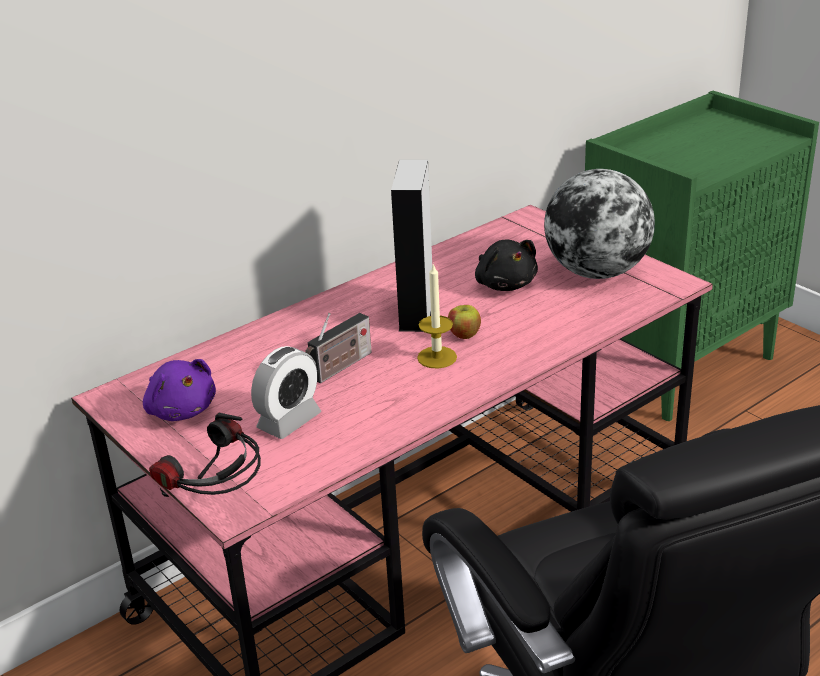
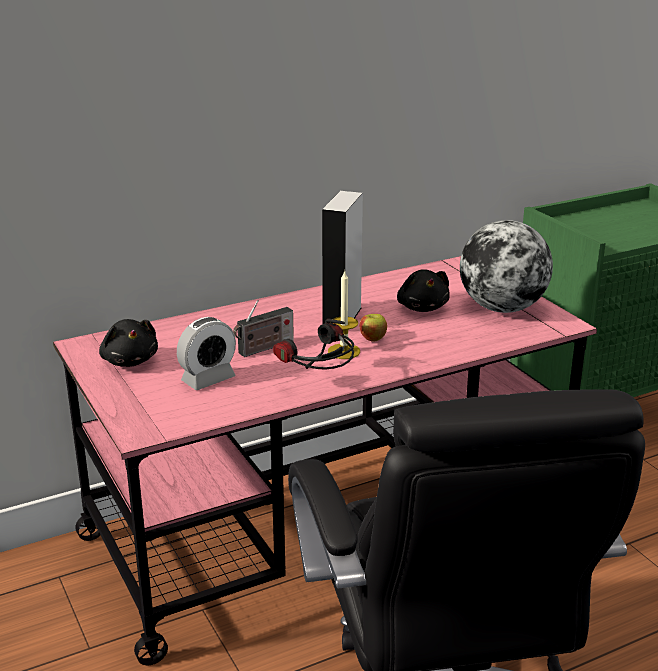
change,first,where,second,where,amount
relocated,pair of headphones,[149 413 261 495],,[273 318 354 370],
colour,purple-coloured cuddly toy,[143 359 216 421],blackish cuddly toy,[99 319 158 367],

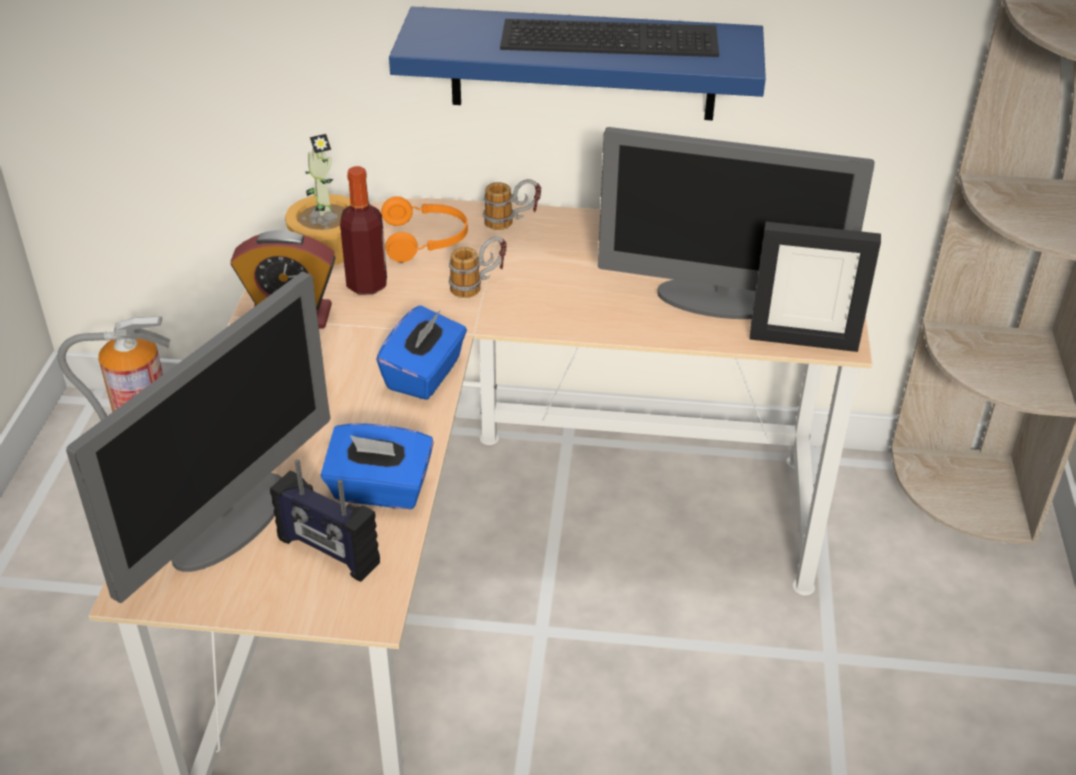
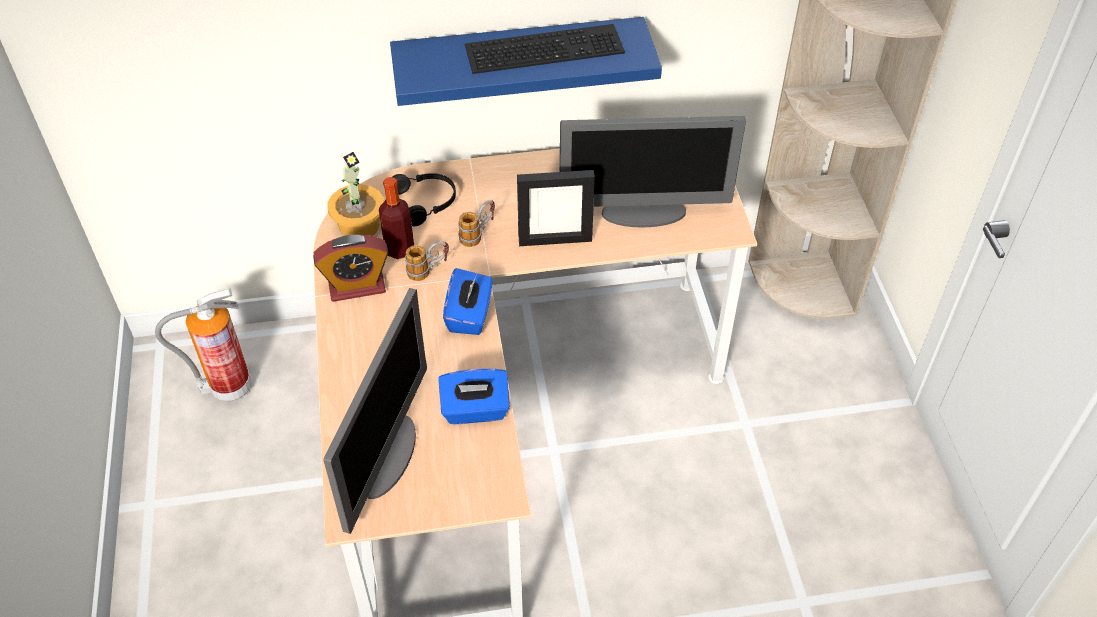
change,first,where,second,where,amount
missing,radio set,[270 459 380 582],,,
relocated,coffee mug,[483 179 541 230],,[405 241 449 281],
relocated,standing frame,[749 222 881 352],,[517 170 595 246],
colour,orange-coloured pair of headphones,[381 196 468 262],blackish pair of headphones,[393 173 456 226],

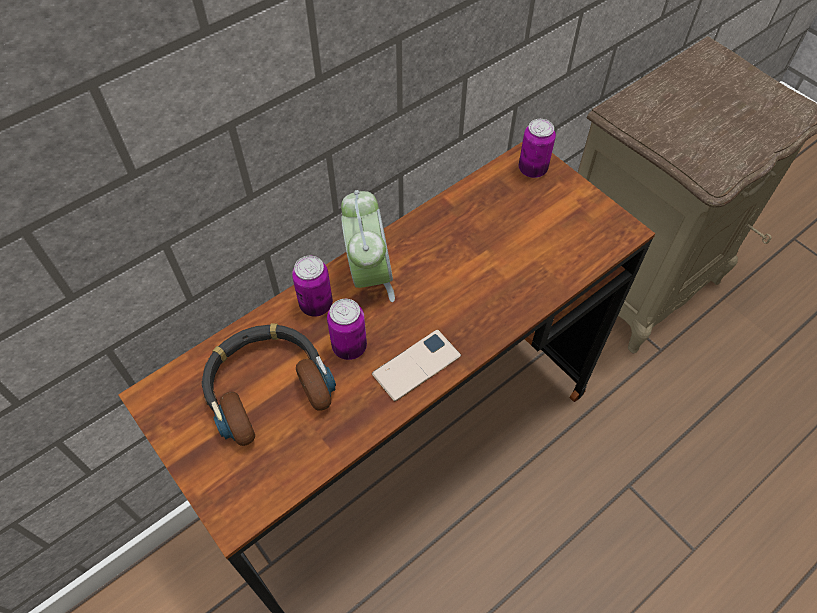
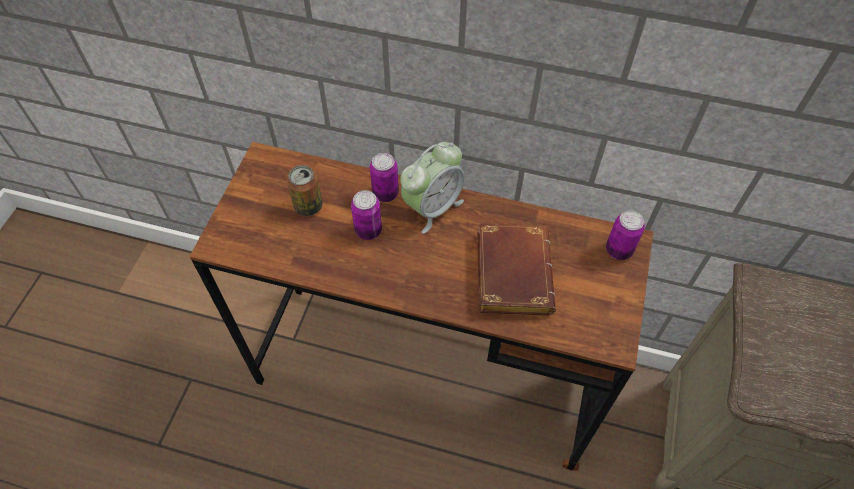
change,first,where,second,where,amount
missing,telephone,[372 330 461 402],,,
appeared,,,brownish bound book,[477 223 556 316],
exchanged,pair of headphones,[202 323 336 446],can,[287 165 323 216],

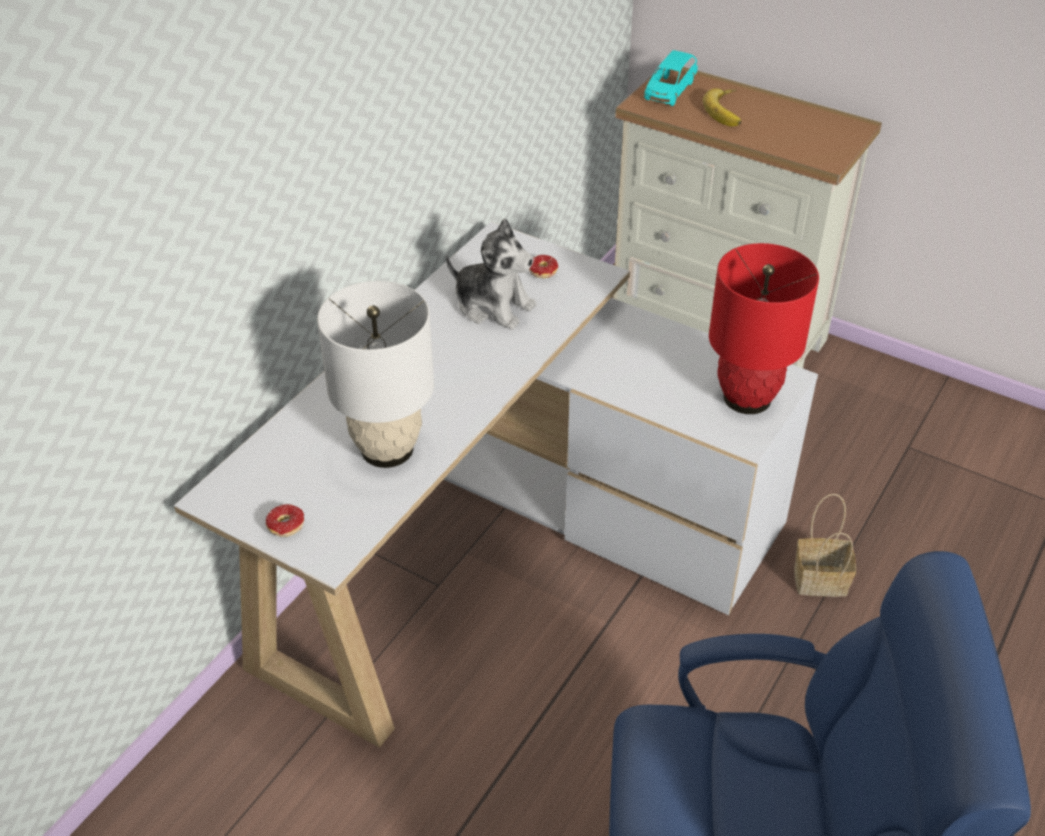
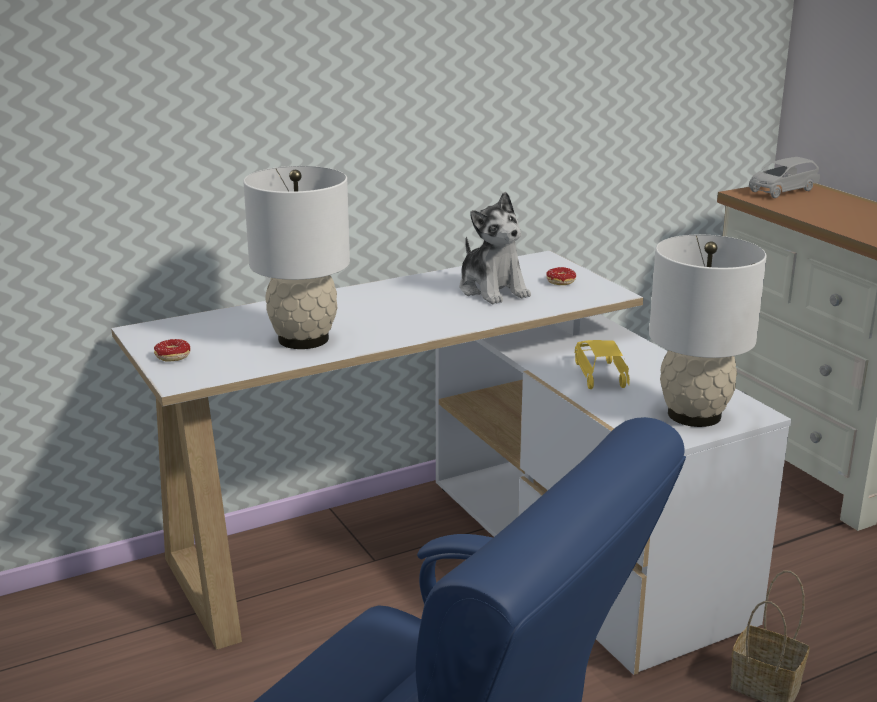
change,first,where,second,where,amount
missing,whole banana,[703 88 742 127],,,
appeared,,,yellow-coloured model car,[575 340 630 389],
colour,turquoise model car,[644 50 698 106],greyish model car,[749 157 820 198],
colour,red lamp for a table,[709 243 819 414],white-coloured lamp for a table,[649 235 767 427],

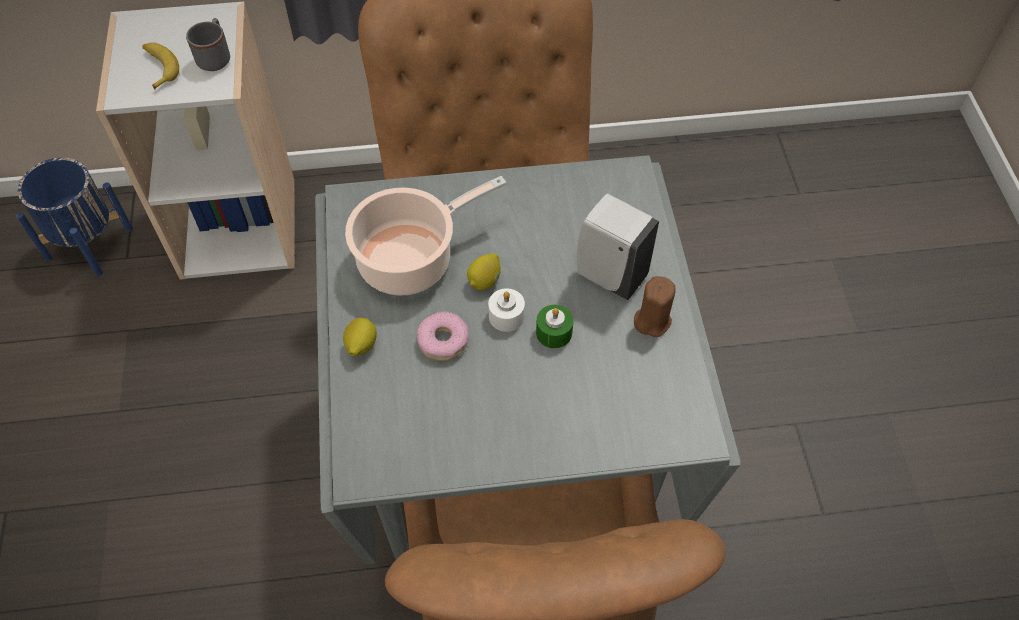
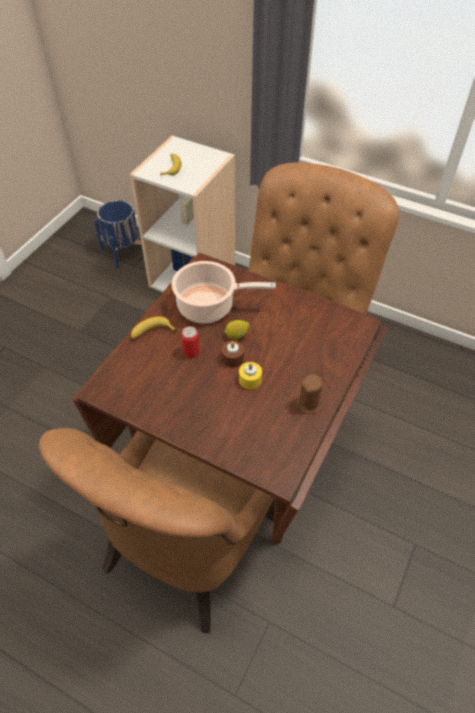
change,first,where,second,where,amount
missing,greyish coffee mug,[186 18 230 71],,,
missing,white-coloured soap dispenser,[577 193 659 300],,,
exchanged,whole lemon,[343 318 377 356],whole banana,[130 316 177 339],
exchanged,doughnut,[417 311 469 361],can,[181 326 200 358],
colour,greyish kitchen table,[315 155 741 564],brownish kitchen table,[73 253 387 544],
colour,white-coloured wax candle,[488 288 525 332],brownish wax candle,[222 341 244 367],
colour,greenish wax candle,[536 305 573 348],yellow-coloured wax candle,[239 362 262 389],

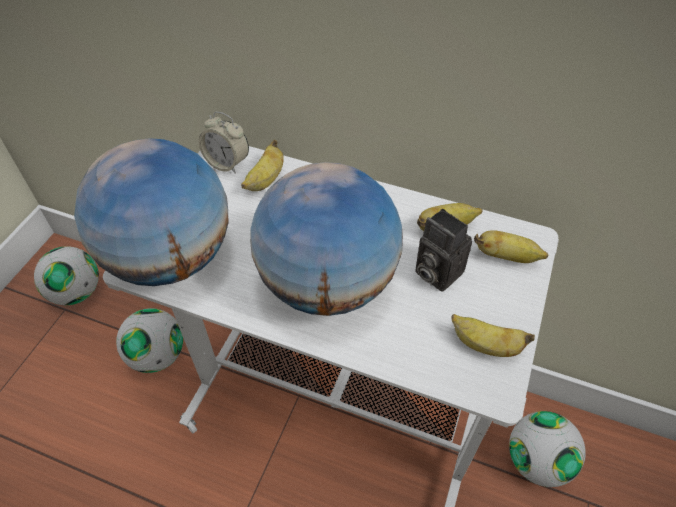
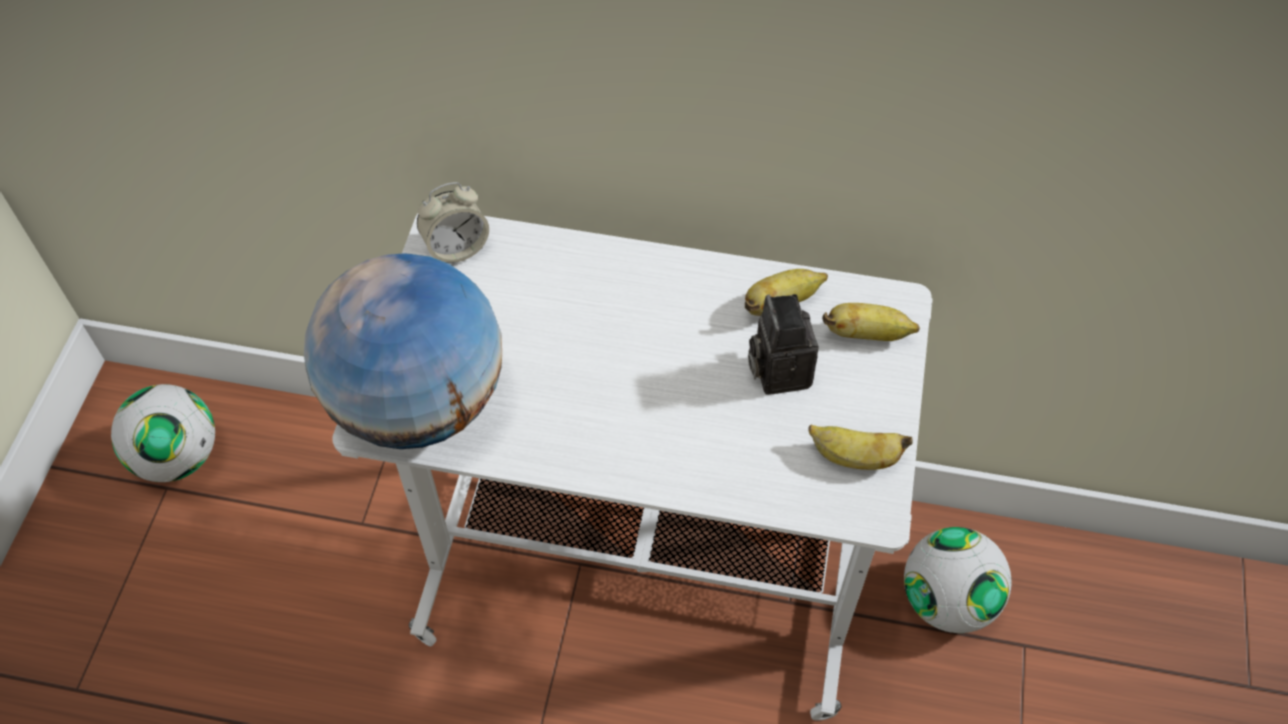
change,first,where,second,where,amount
missing,football,[116 308 183 373],,,
missing,whole banana,[241 140 284 191],,,
missing,desk globe,[250 162 403 316],,,
spun,bedside clock,[199 112 249 174],,[417 182 489 263],45 degrees counterclockwise
spun,photo camera,[415 209 472 292],,[748 294 819 395],45 degrees clockwise

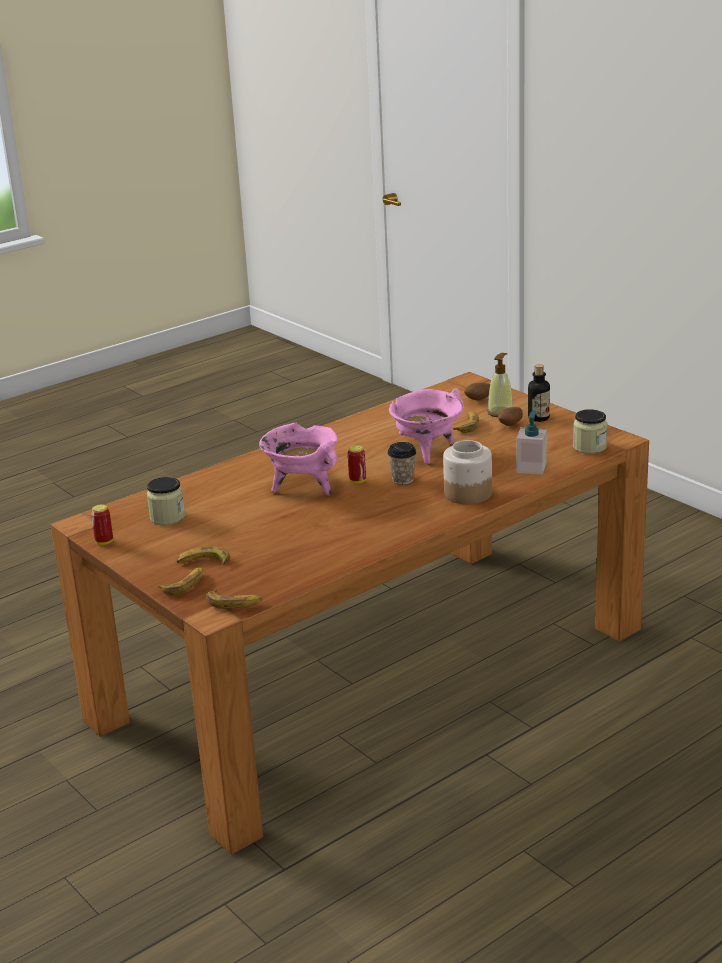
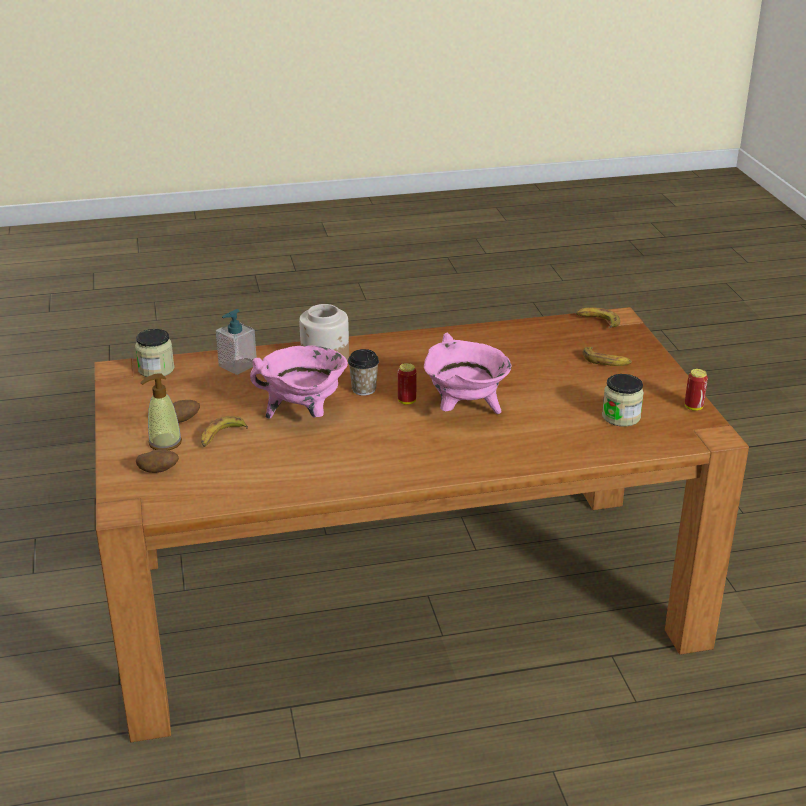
change,first,where,second,where,amount
missing,whole banana,[158 568 203 595],,,
missing,drink bottle,[528 364 550 422],,,

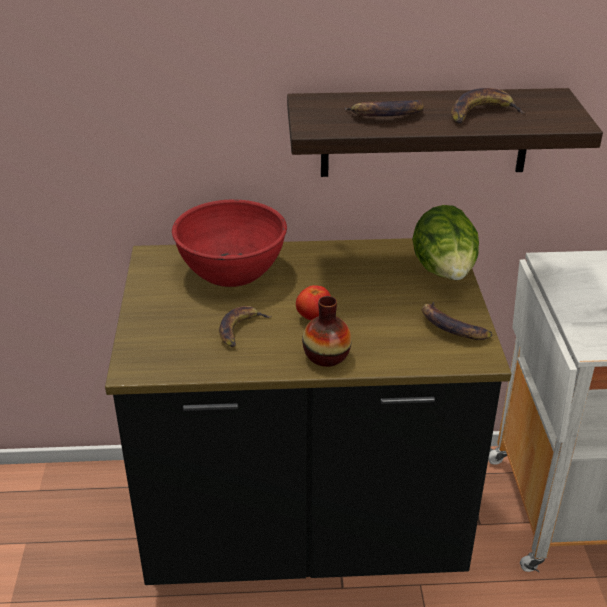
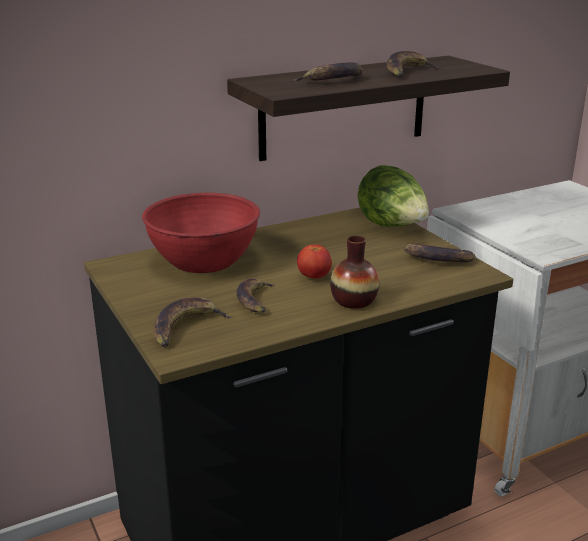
change,first,where,second,where,amount
appeared,,,whole banana,[153 297 233 347],

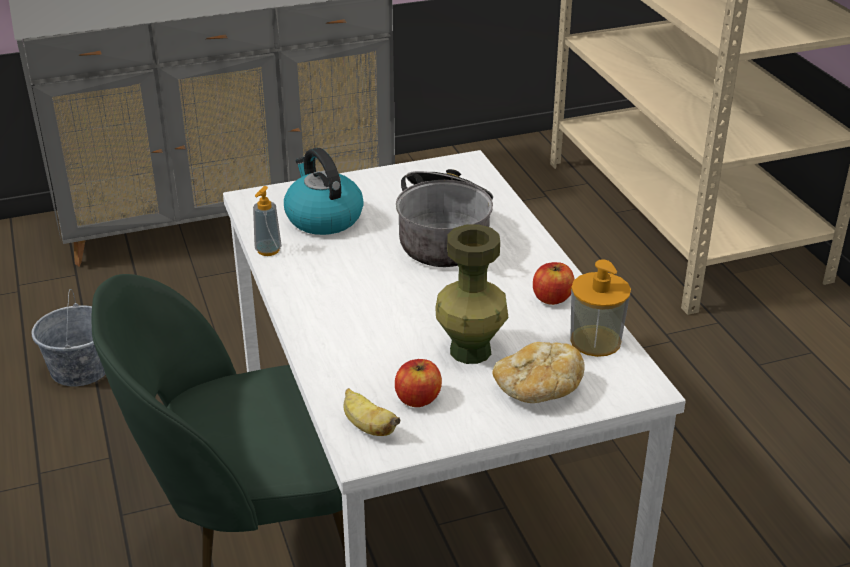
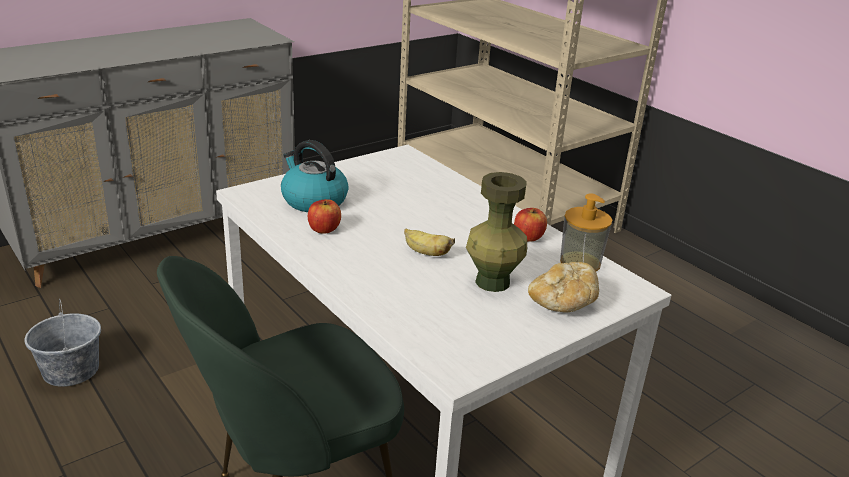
change,first,where,second,where,amount
missing,soap dispenser,[253 186 282 256],,,
missing,cooking pot,[396 169 493 267],,,
relocated,whole banana,[343 388 400 436],,[404 229 455 256],
relocated,apple,[395 359 442 407],,[308 199 341 234],

